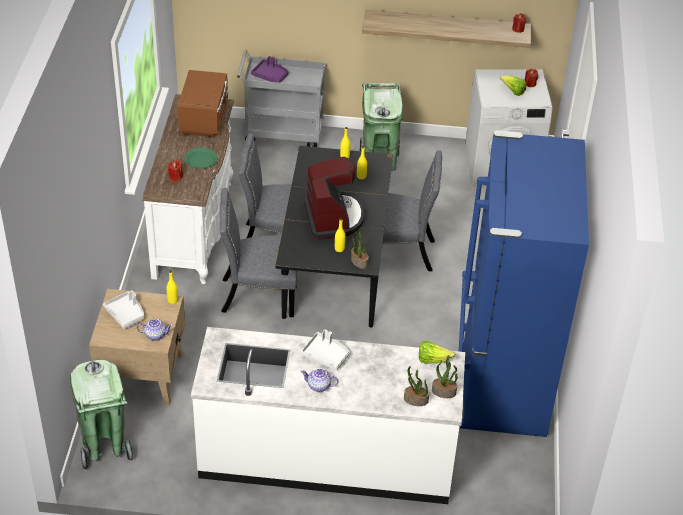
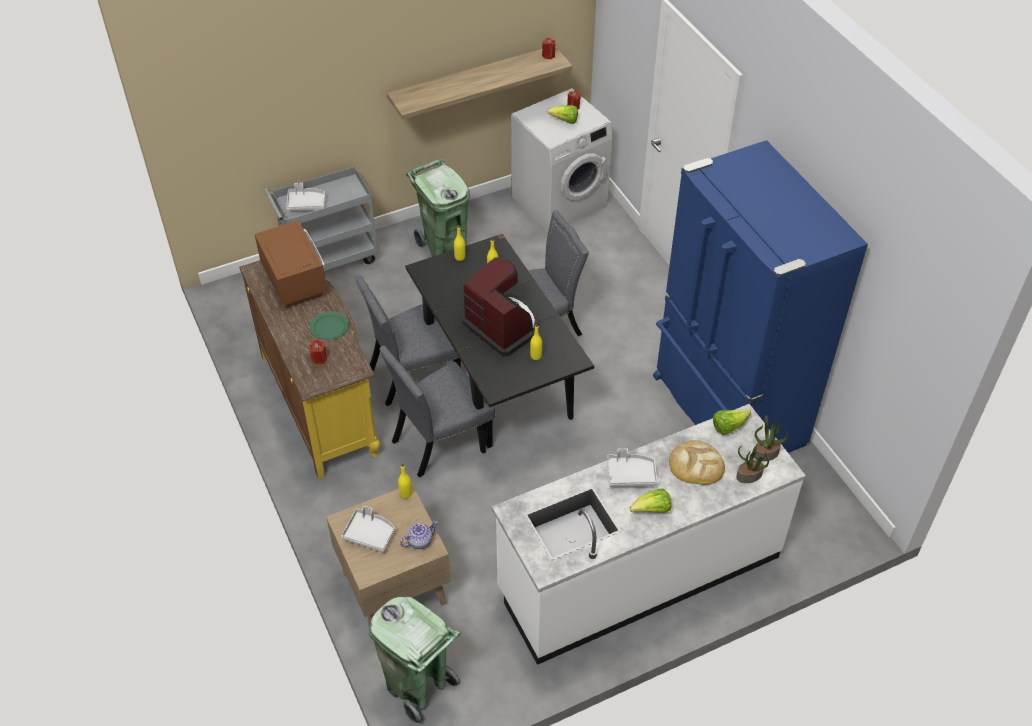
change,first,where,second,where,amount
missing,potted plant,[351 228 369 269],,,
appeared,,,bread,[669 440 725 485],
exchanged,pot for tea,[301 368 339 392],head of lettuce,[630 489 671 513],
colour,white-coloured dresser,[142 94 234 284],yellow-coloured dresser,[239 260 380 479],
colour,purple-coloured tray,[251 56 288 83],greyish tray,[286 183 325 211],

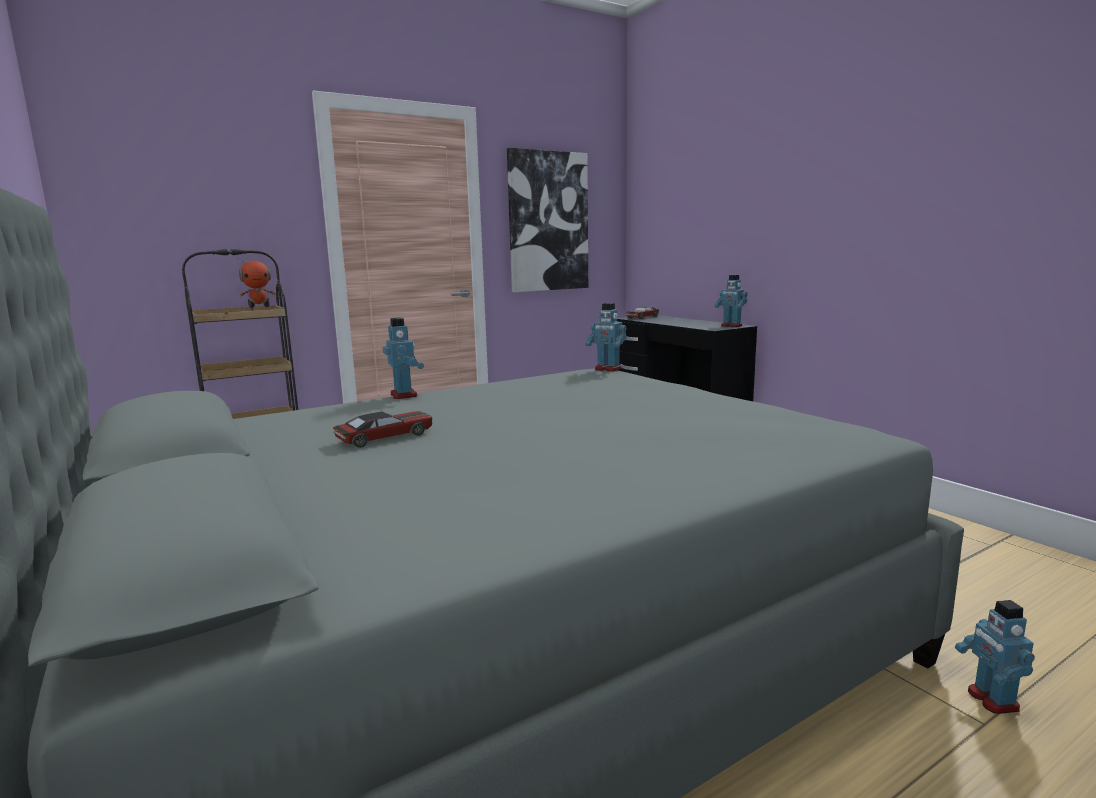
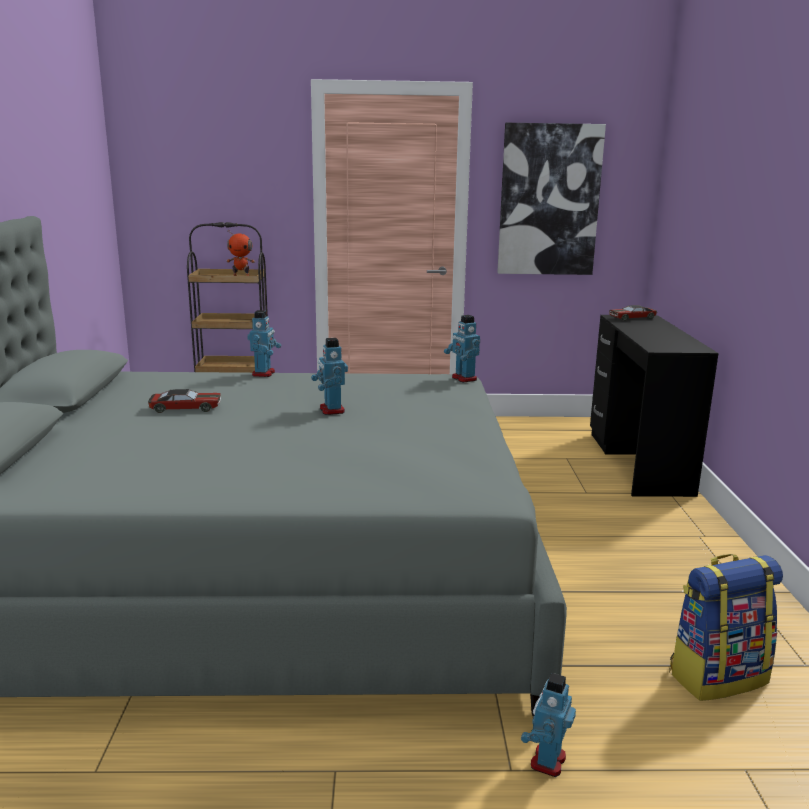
change,first,where,second,where,amount
appeared,,,backpack,[669 554 783 701],
relocated,toy robot,[715 275 748 327],,[311 338 348 415],

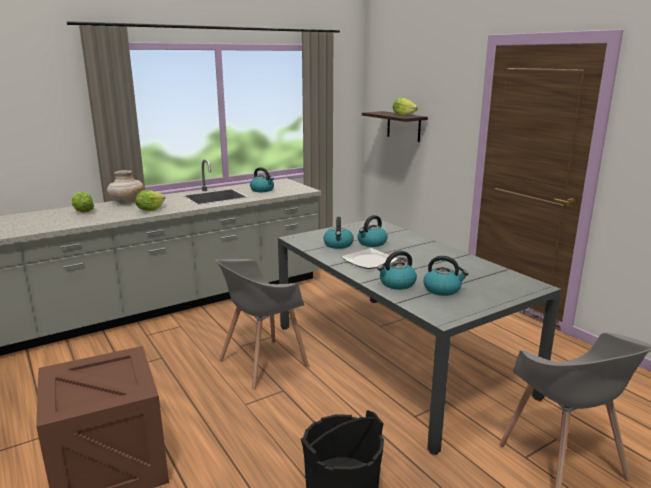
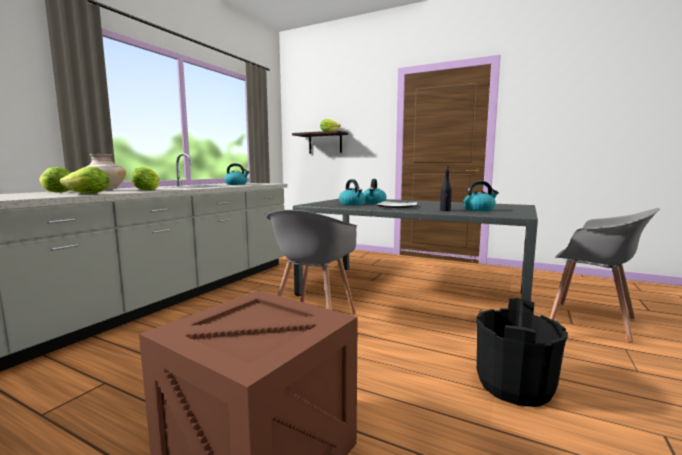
change,first,where,second,where,amount
appeared,,,head of lettuce,[60 167 109 194],
exchanged,kettle,[377 251 417 290],blackish drink bottle,[440 166 452 211],

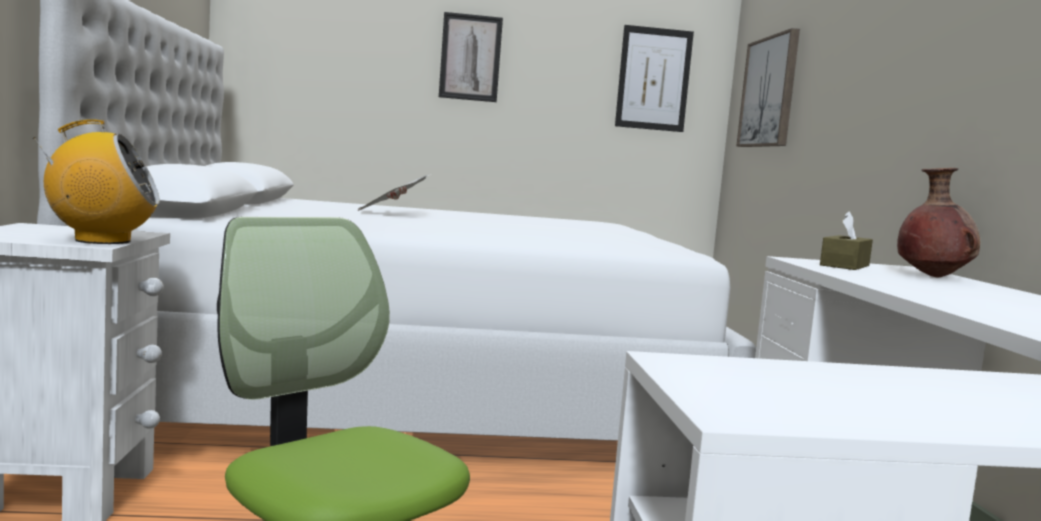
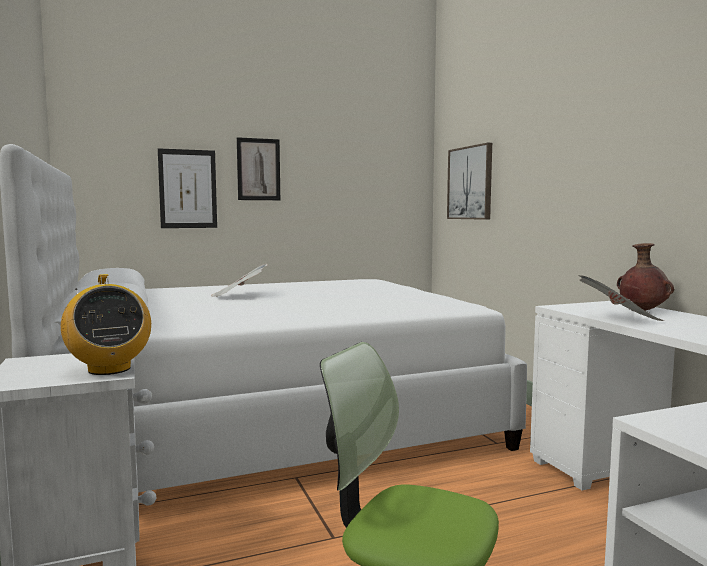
change,first,where,second,where,amount
missing,brownish tissue holder,[820 211 873 270],,,
appeared,,,newspaper,[579 275 664 321],
relocated,picture,[615 25 694 132],,[158 148 217 228],
spun,radio set,[33 119 160 244],,[61 274 151 375],90 degrees clockwise

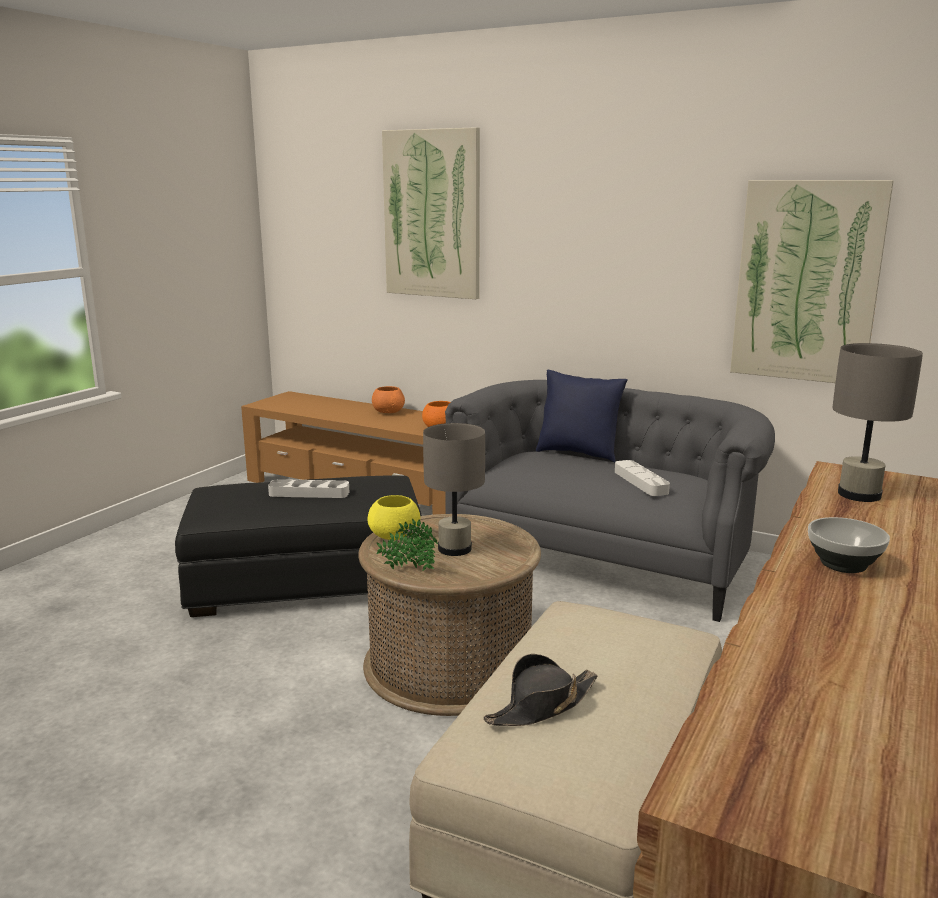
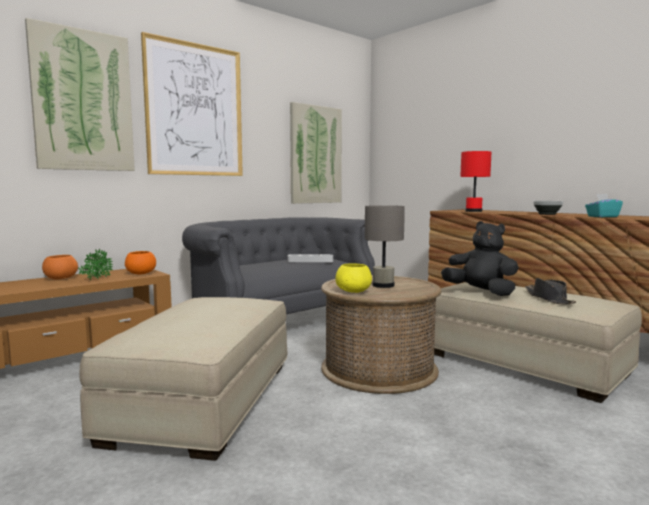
change,first,where,second,where,amount
missing,greyish tray,[268 479 349 498],,,
missing,blue-coloured throw pillow,[536 370 628 463],,,
appeared,,,picture,[141 32 243 176],
appeared,,,blackish cuddly toy,[441 221 519 296],
appeared,,,turquoise tissue holder,[585 194 623 217],
relocated,potted plant,[377 519 438 571],,[78 249 113 281],
colour,blackish pouffe,[175 475 422 617],beige pouffe,[79 297 287 461],
colour,greyish lamp for a table,[833 343 923 502],red lamp for a table,[461 151 491 212],

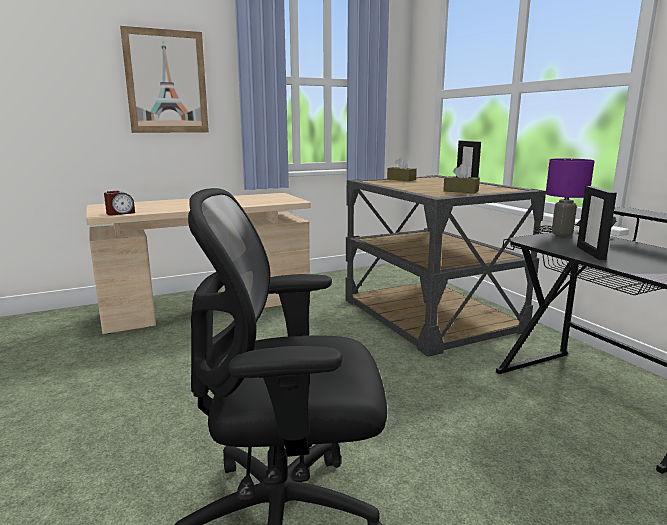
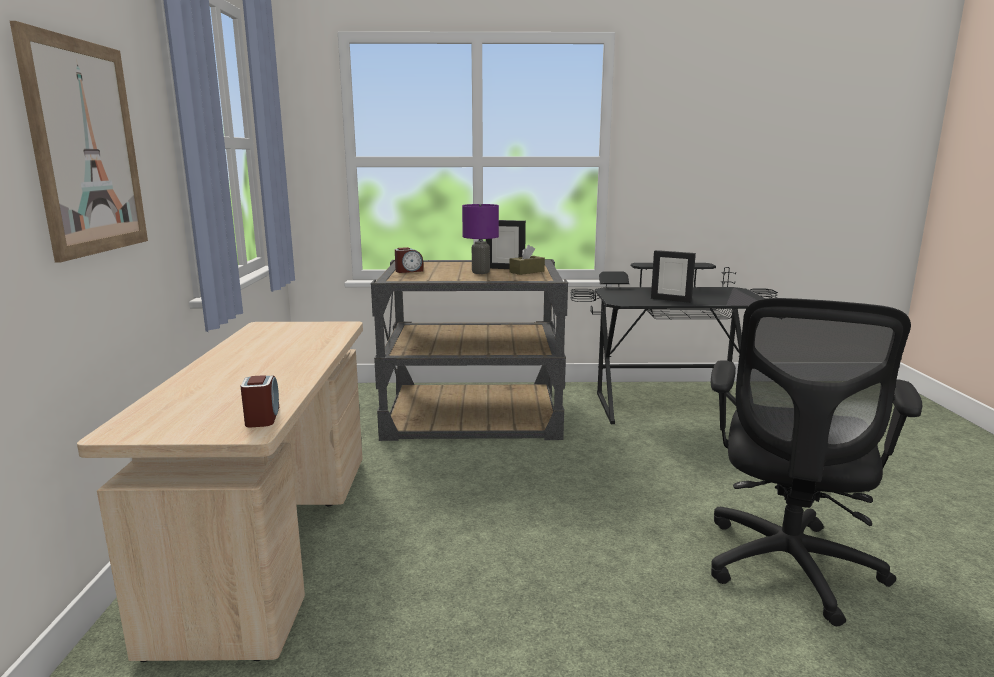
change,first,where,second,where,amount
relocated,purple-coloured lamp for a table,[546 158 595 236],,[462 204 499 274],
exchanged,brownish tissue holder,[387 157 417 181],bedside clock,[395 247 423 273],

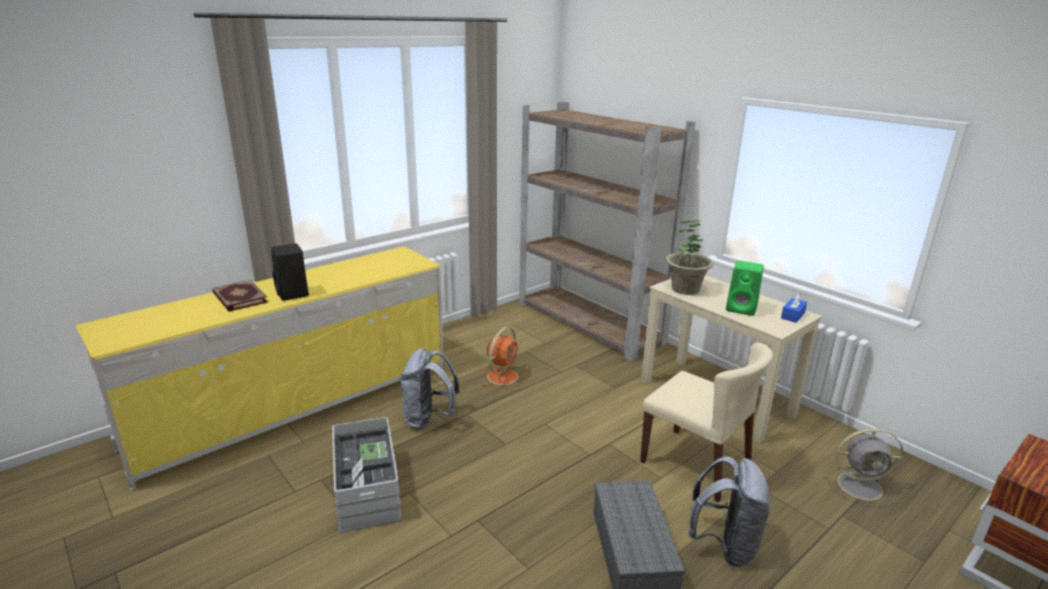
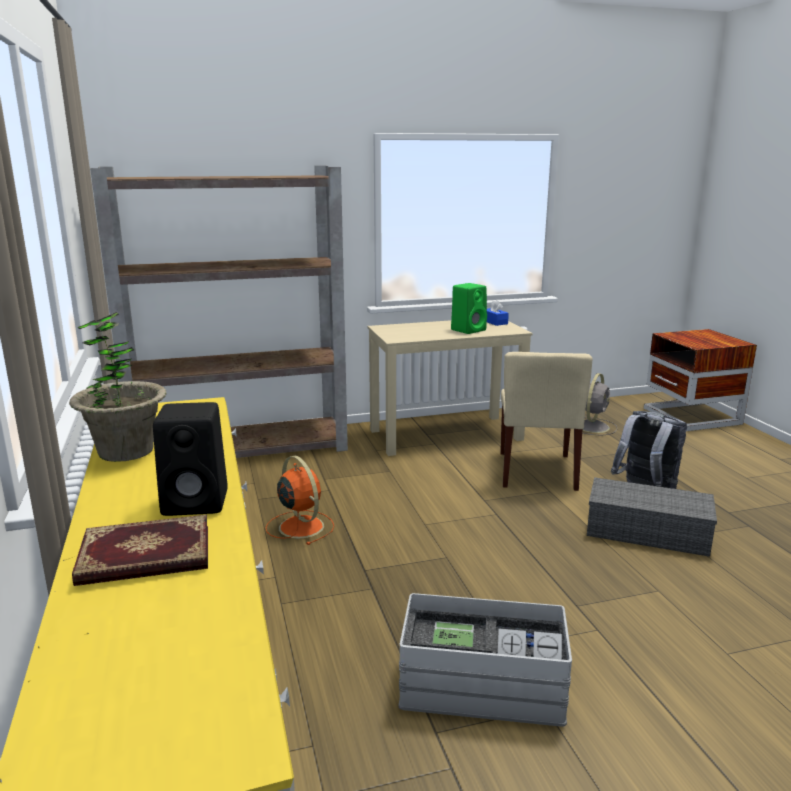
change,first,where,second,where,amount
missing,greyish backpack,[399 348 460 430],,,
relocated,potted plant,[665 220 714 295],,[69 312 167 462],
spun,beige plain chair,[640 343 773 502],,[500 352 592 491],120 degrees clockwise

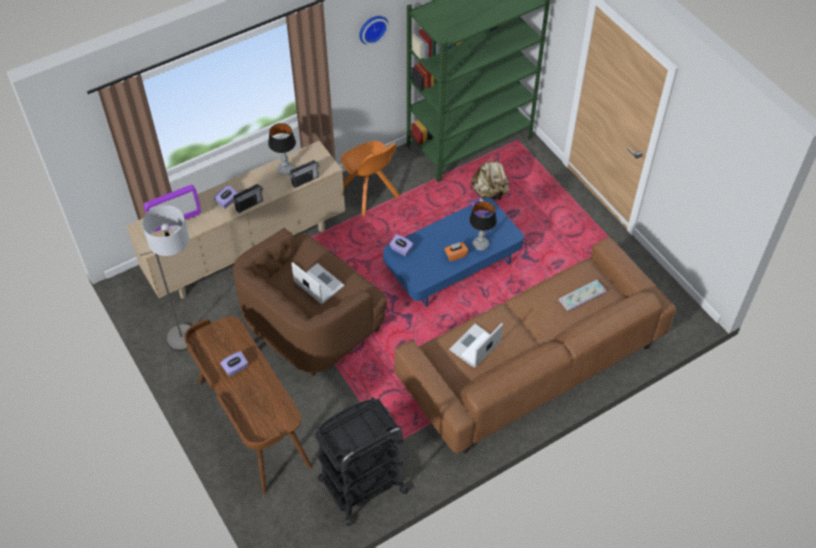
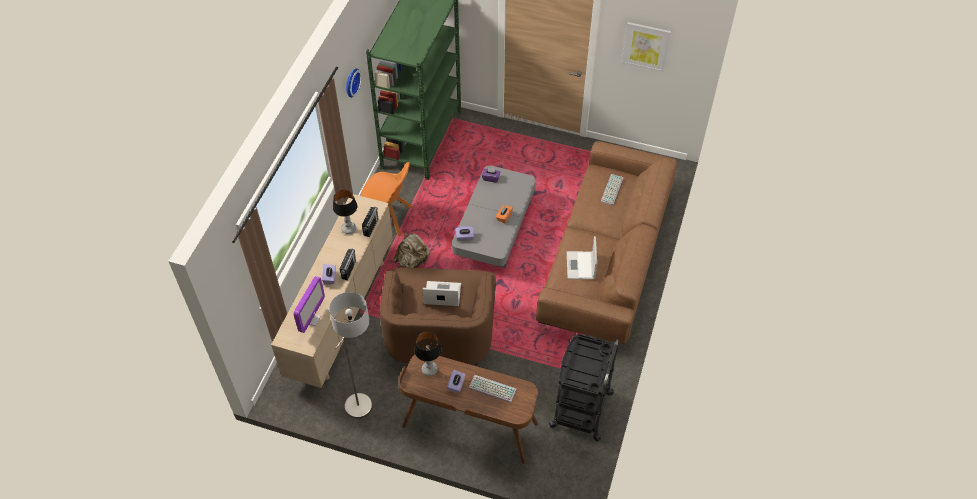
change,first,where,second,where,amount
appeared,,,PC keyboard,[469 375 517 403],
appeared,,,picture,[622 22 671 73],
relocated,lamp for a table,[469 201 497 251],,[414 332 442 376],
relocated,beige backpack,[471 157 510 201],,[393 232 430 268],
colour,blue-coloured coffee table,[383 198 524 307],greyish coffee table,[452 165 536 268],

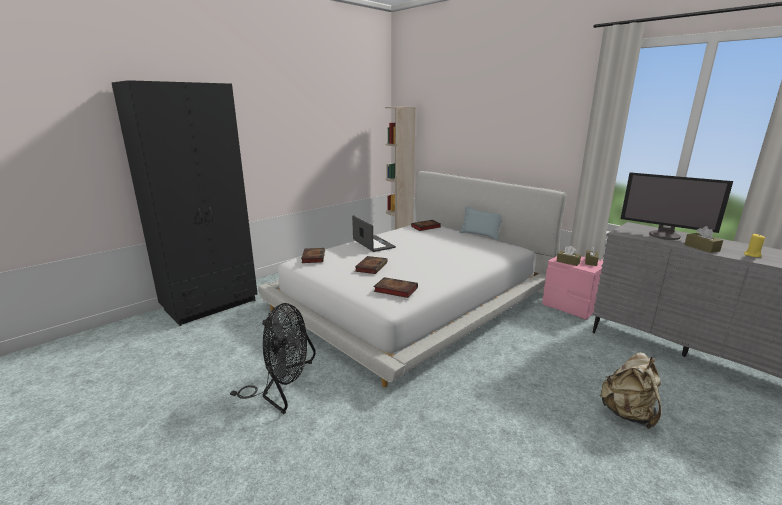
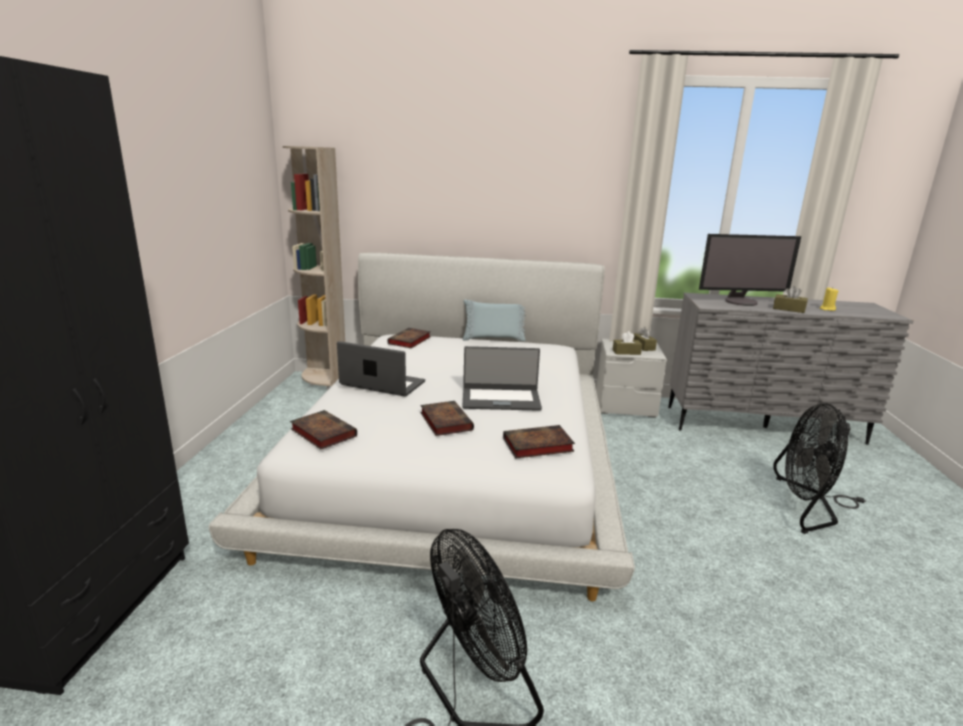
change,first,where,second,where,amount
appeared,,,notebook computer,[462 346 542 411],
exchanged,beige backpack,[599 352 661 429],blackish fan,[773 404 867 534],
colour,pink-coloured nightstand,[542 256 603 320],white-coloured nightstand,[596 339 667 417],

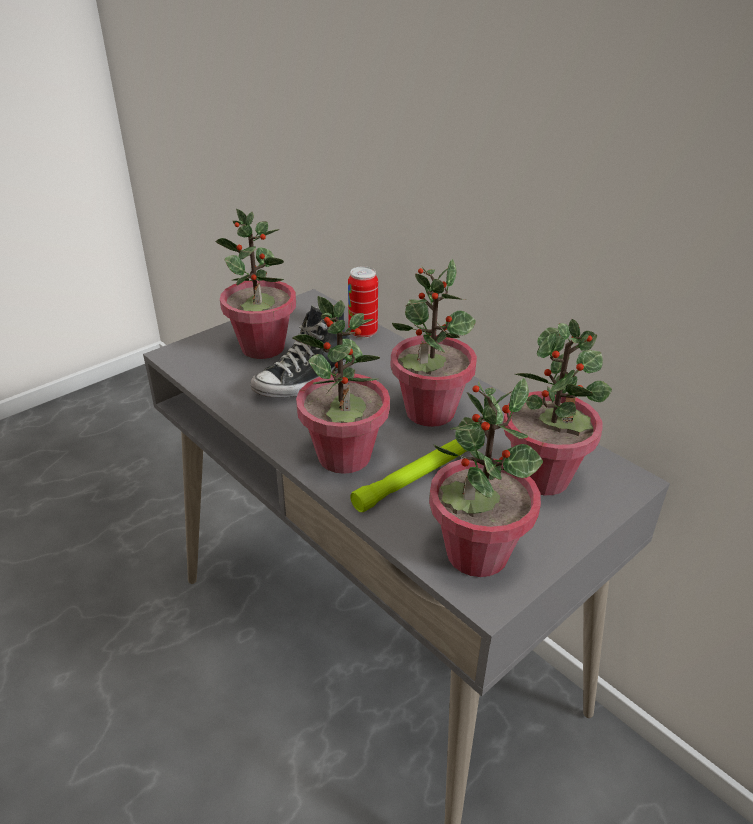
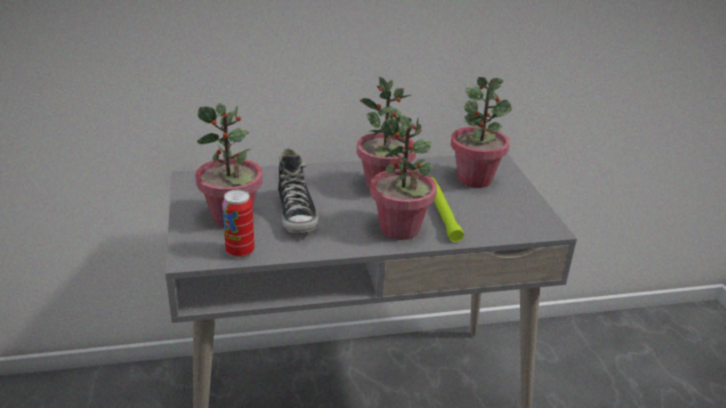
change,first,where,second,where,amount
missing,potted plant,[429 378 543 577],,,
relocated,can,[348 266 378 338],,[222 189 254 258],

